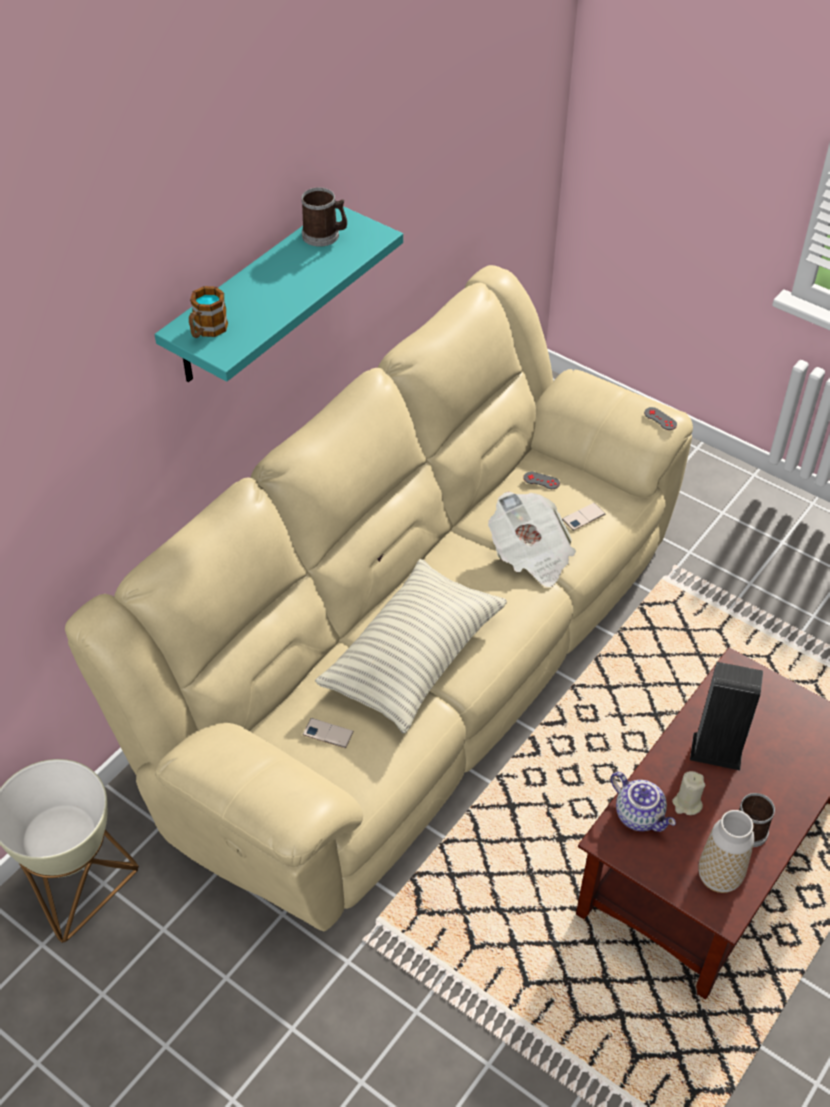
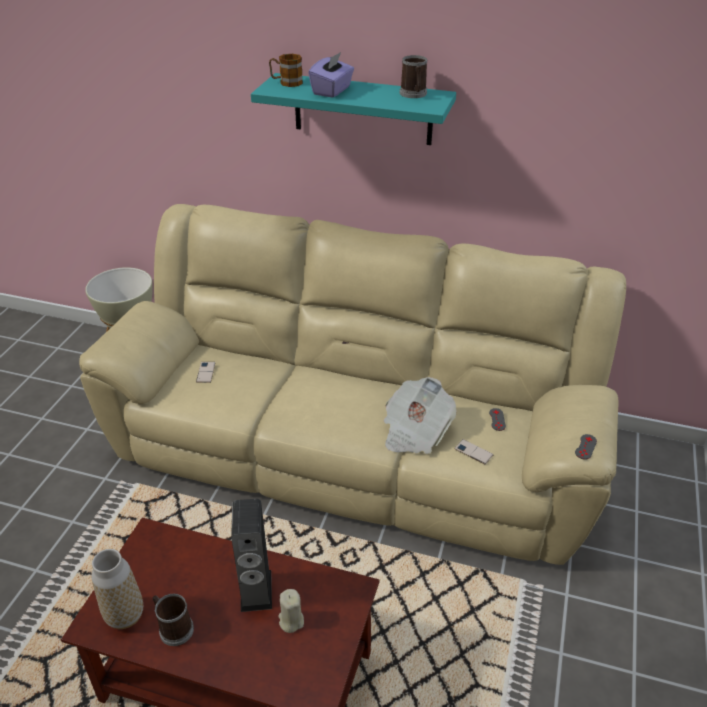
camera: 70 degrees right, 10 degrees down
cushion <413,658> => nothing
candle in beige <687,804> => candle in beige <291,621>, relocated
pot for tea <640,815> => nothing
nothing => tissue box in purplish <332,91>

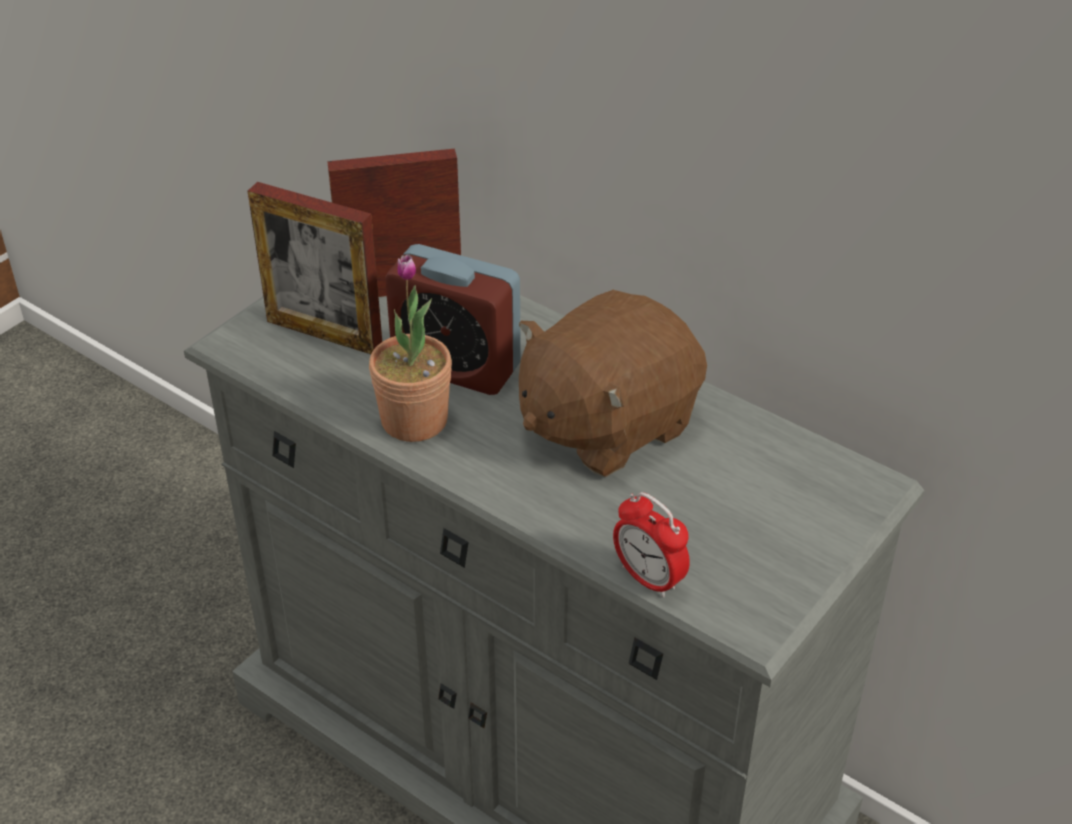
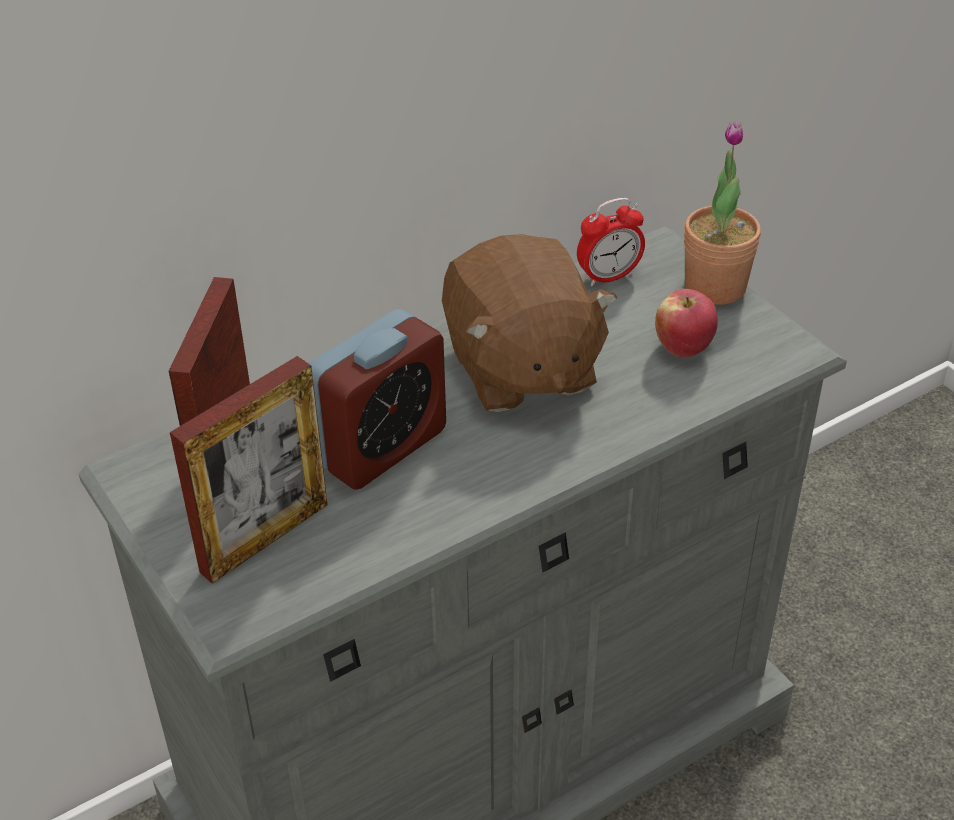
camera: 70 degrees left, 0 degrees up
potted plant <414,420> => potted plant <715,287>, relocated
bedside clock <649,578> => bedside clock <608,277>, relocated
nothing => apple <683,348>

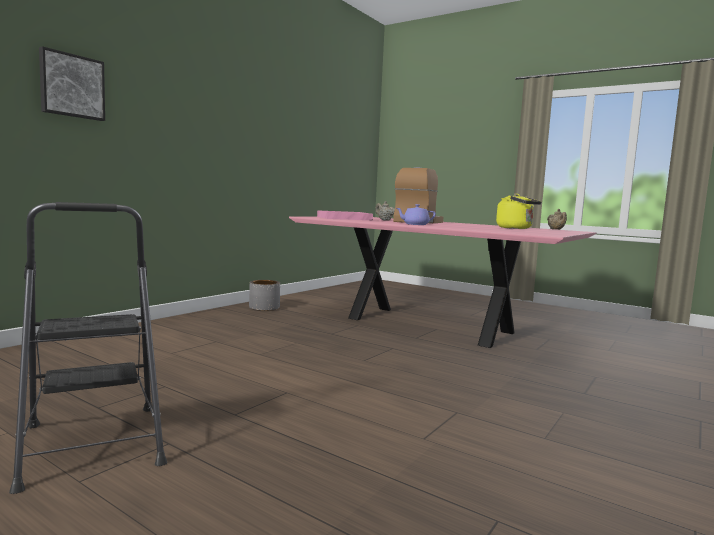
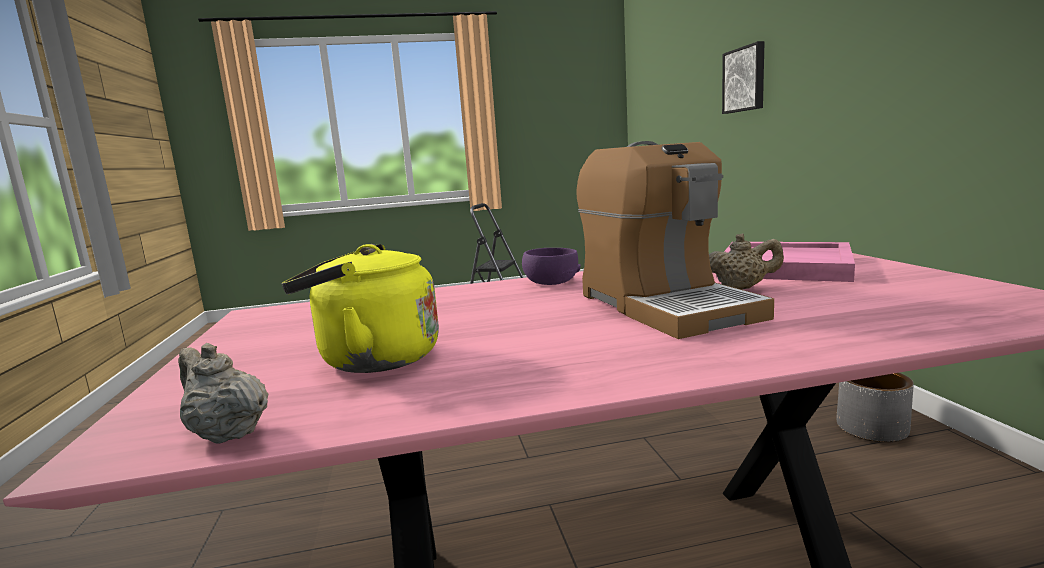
camera: 135 degrees right, 5 degrees up
pot for tea in purplish <415,224> => serving bowl in purplish <551,282>

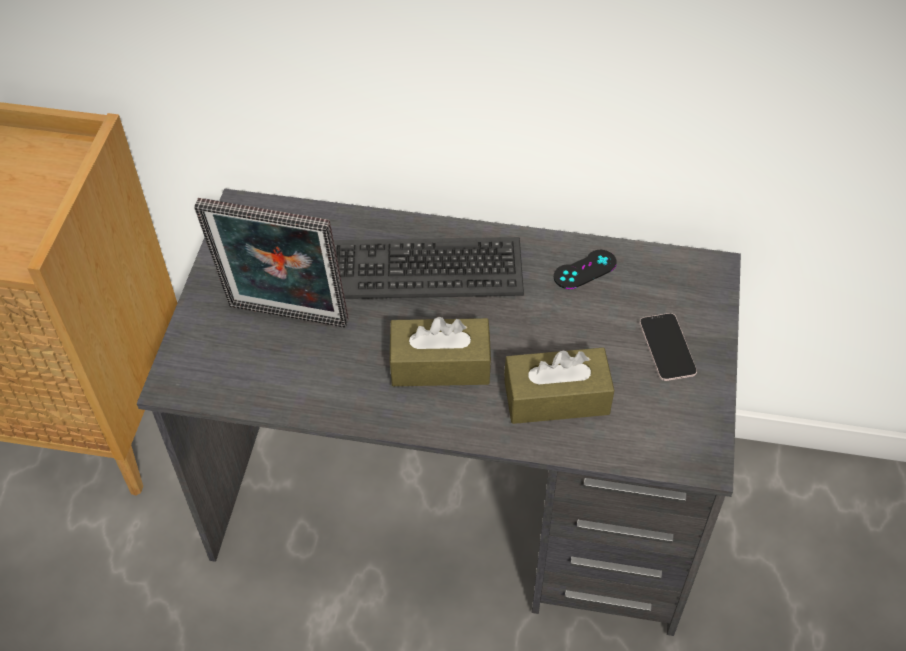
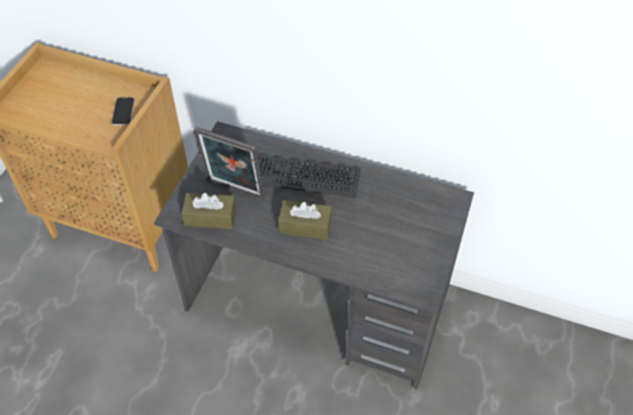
camera: 10 degrees right, 0 degrees up
gamepad in blackish <585,269> => nothing
phone <667,347> => phone <123,111>, relocated
tissue box in brown-coloured <556,397> => tissue box in brown-coloured <210,217>, relocated

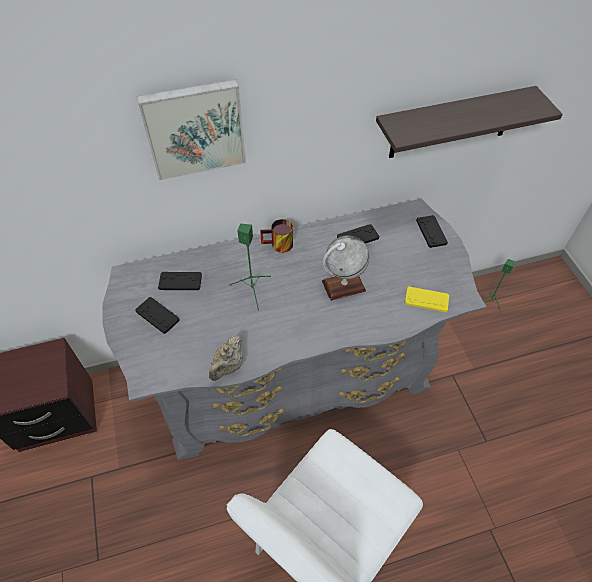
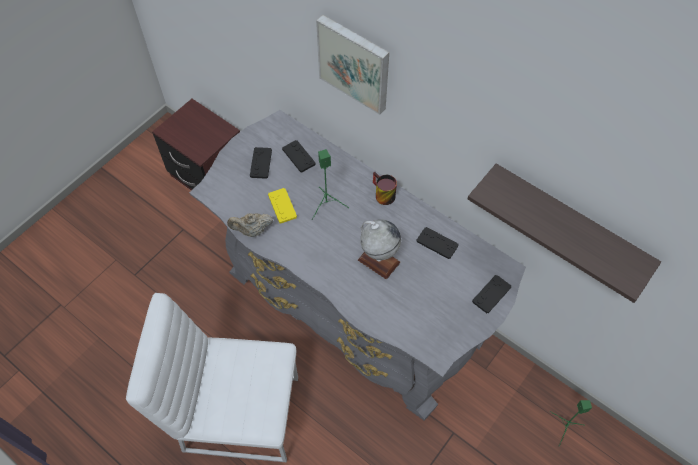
camera: 55 degrees right, 5 degrees up
gamepad in yellow <426,300> => gamepad in yellow <282,206>, relocated

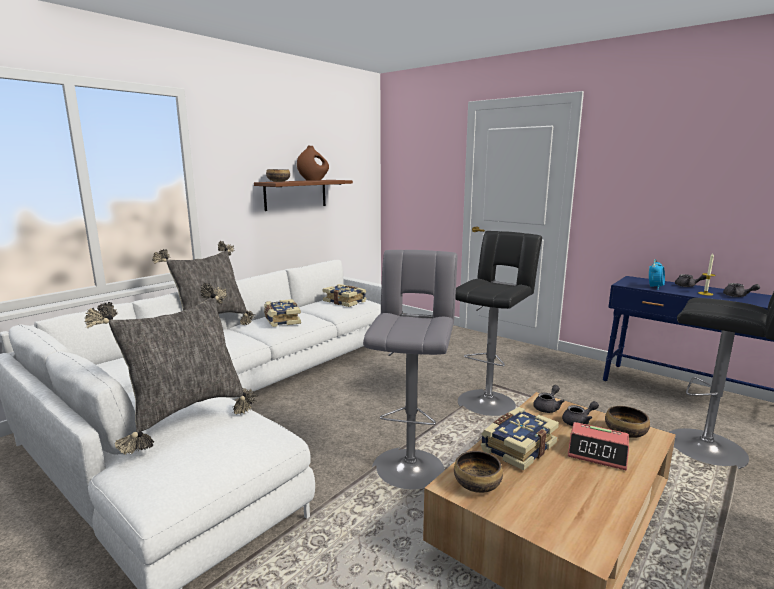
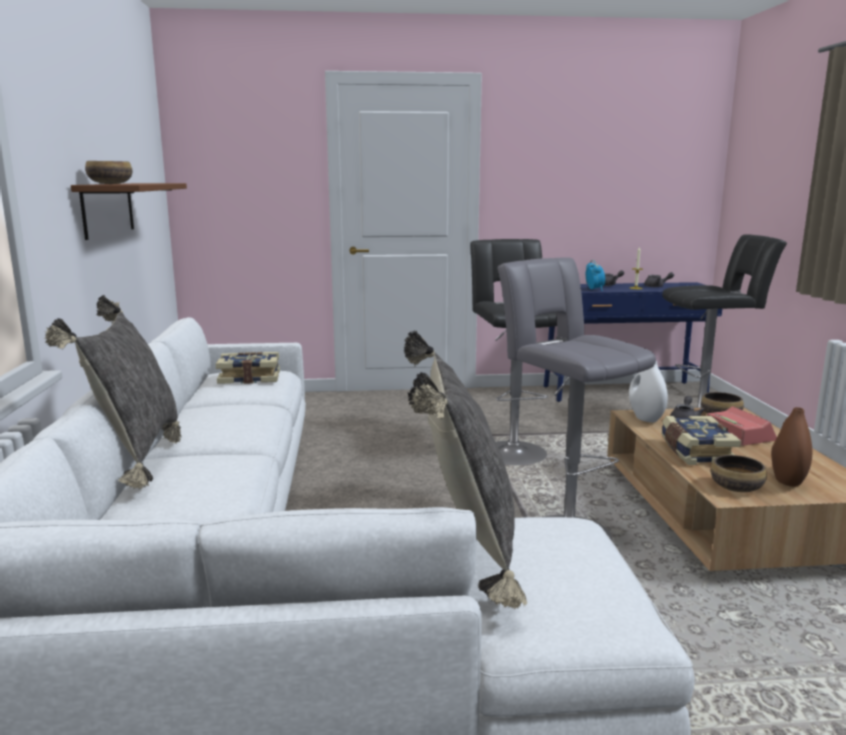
camera: 45 degrees left, 0 degrees up
decorative vase in brown-coloured <313,180> => decorative vase in brown-coloured <787,479>, relocated
bound book <281,320> => nothing
pot for tea in grey <548,407> => decorative vase in white-coloured <645,418>
bedside clock <597,453> => bedside clock <739,435>, 90 degrees counterclockwise

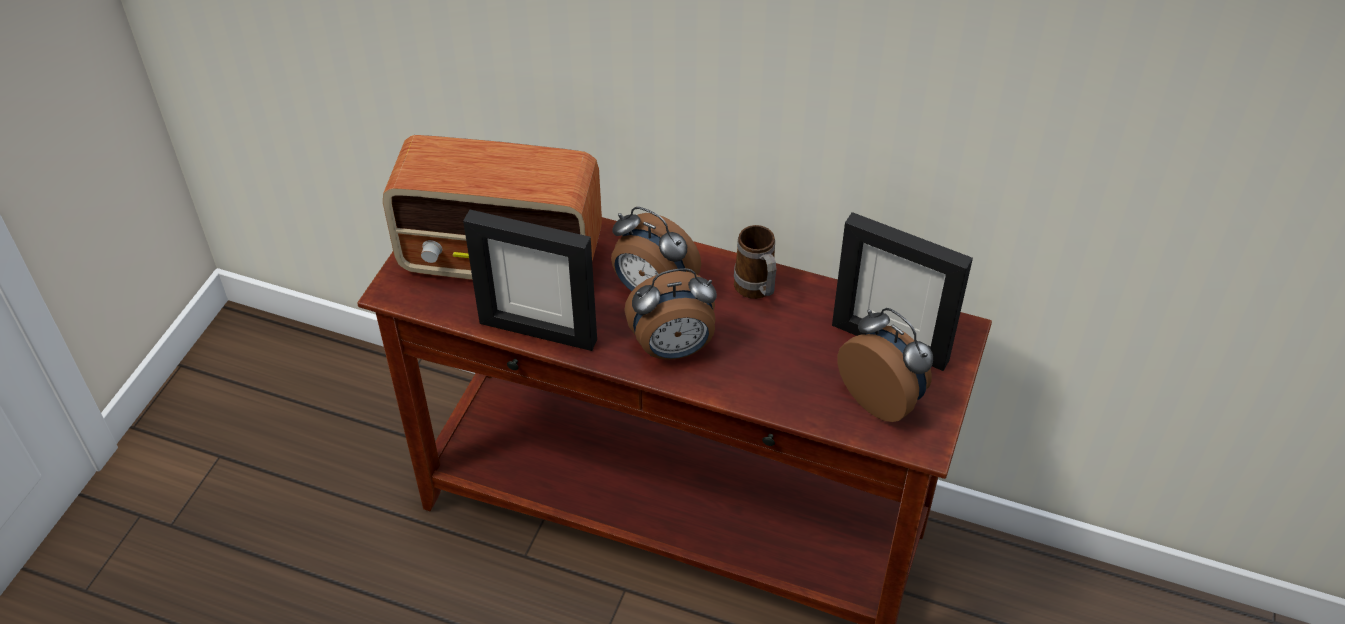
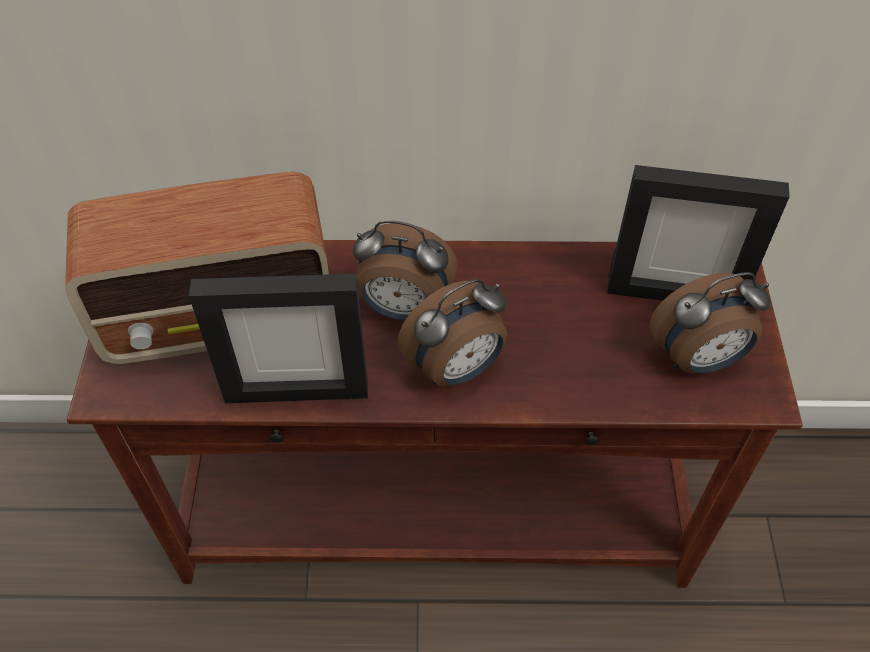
camera: 20 degrees left, 5 degrees up
mug <757,291> => nothing
bedside clock <883,398> => bedside clock <698,359>, 135 degrees clockwise

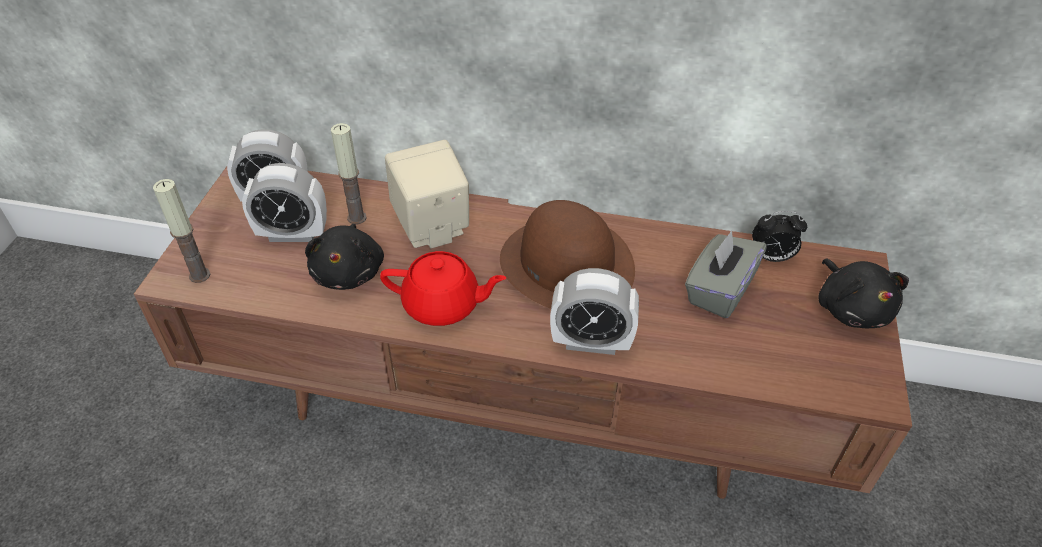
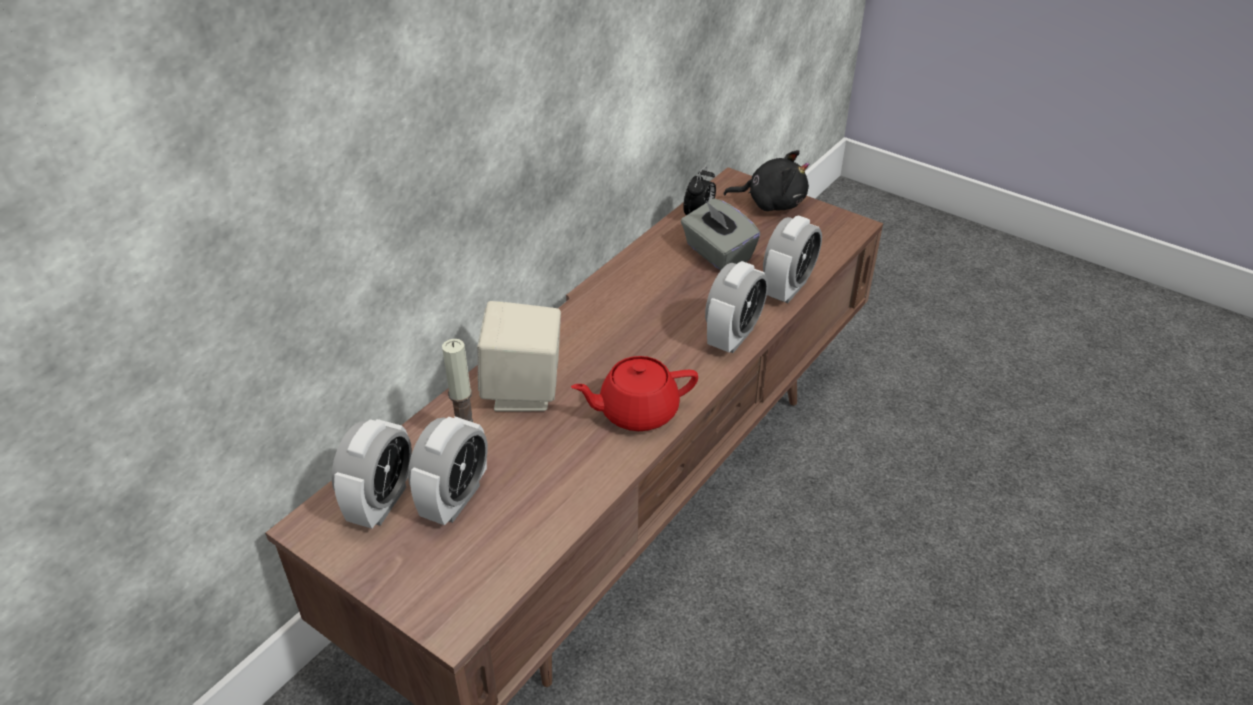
camera: 65 degrees left, 5 degrees down
candle <199,275> => nothing
hat in brown-coloured <567,264> => nothing
cuddly toy in blackish <349,272> => nothing
pot for tea in red <443,305> => pot for tea in red <636,411>, 135 degrees counterclockwise
nothing => bedside clock <787,288>

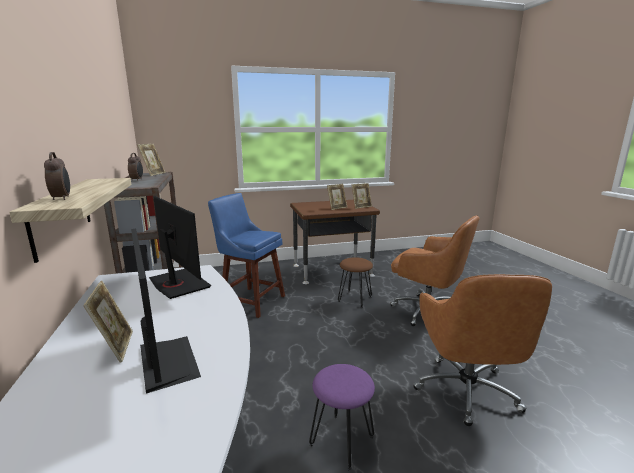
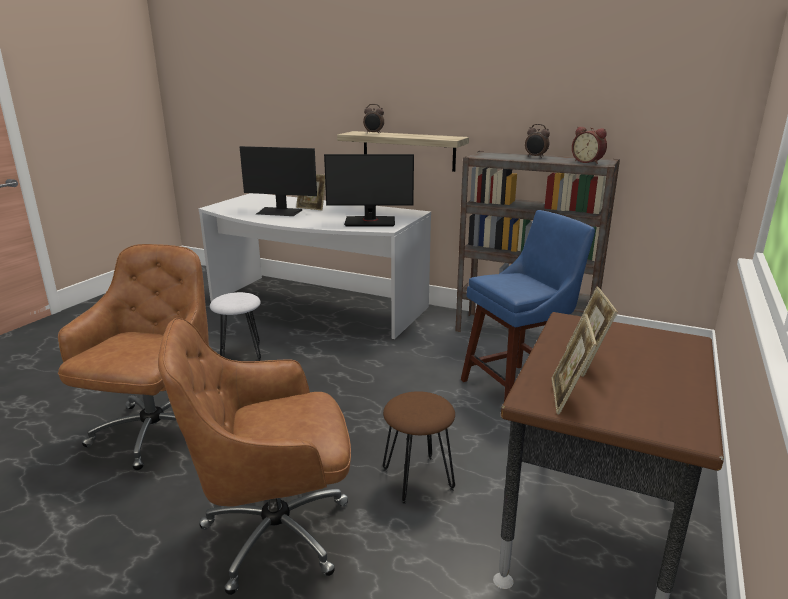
camera: 130 degrees right, 5 degrees up
picture frame <154,174> => bedside clock <588,162>
computer chair in brown-coloured <465,390> => computer chair in brown-coloured <156,431>, 60 degrees clockwise
sitting stool in purplish <342,441> => sitting stool in white-coloured <240,354>

